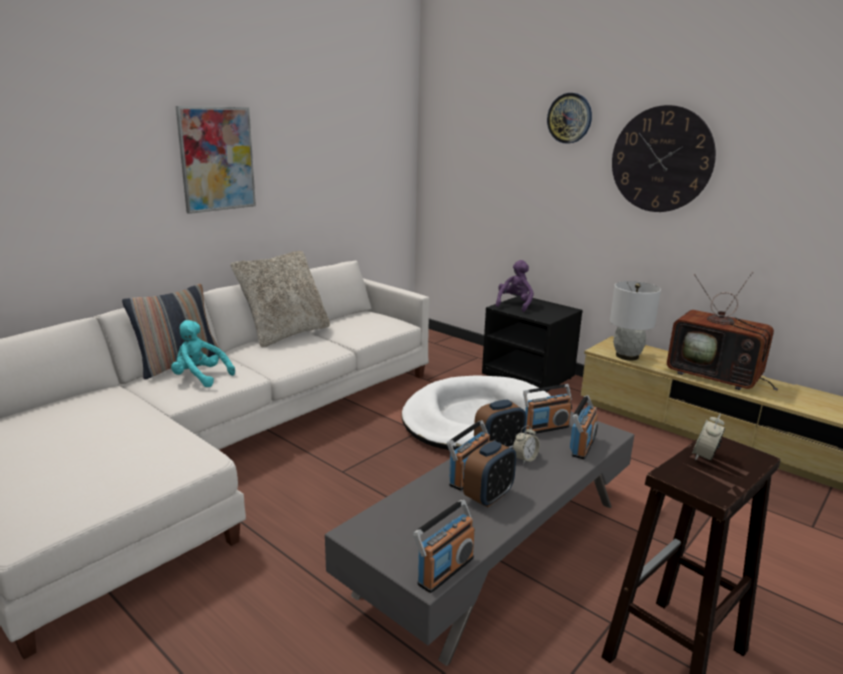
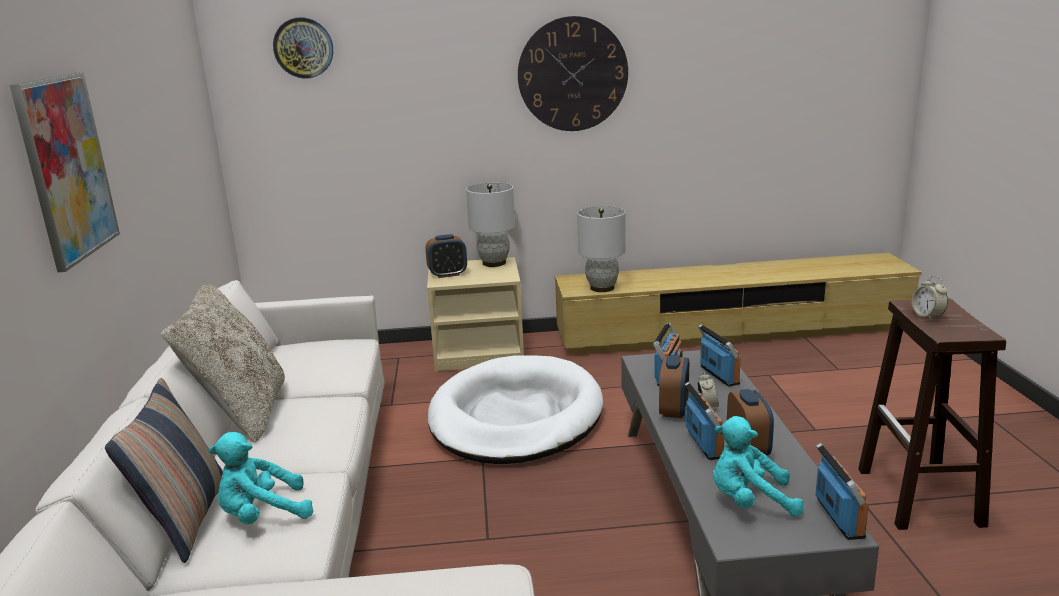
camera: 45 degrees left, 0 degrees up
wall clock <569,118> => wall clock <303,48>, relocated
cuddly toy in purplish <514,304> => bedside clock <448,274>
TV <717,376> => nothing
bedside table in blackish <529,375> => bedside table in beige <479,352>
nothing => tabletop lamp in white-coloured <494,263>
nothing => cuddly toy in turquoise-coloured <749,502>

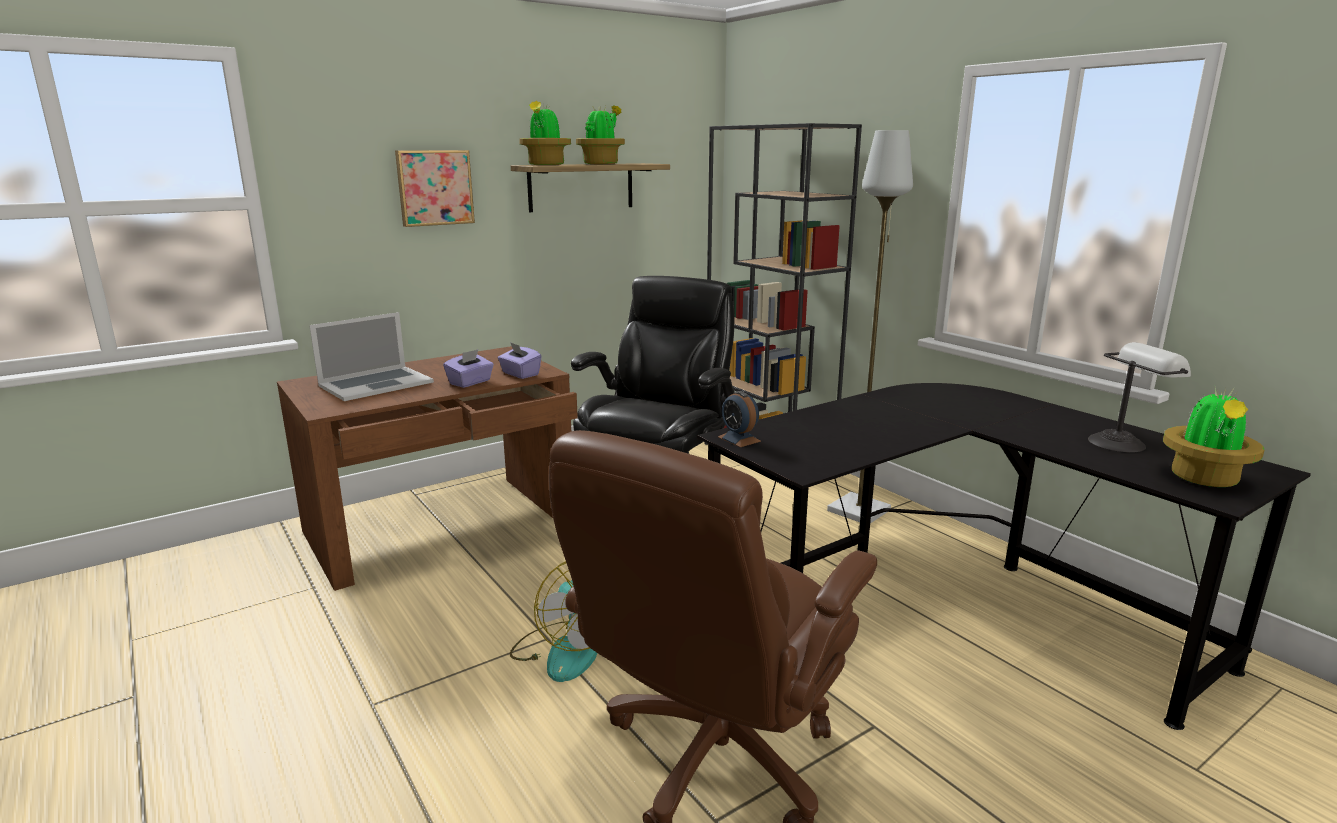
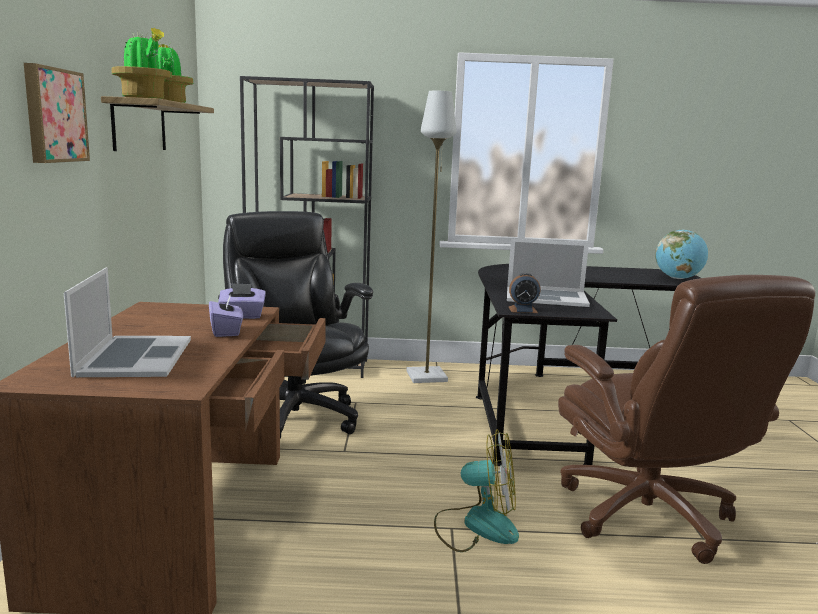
camera: 55 degrees left, 5 degrees down
tabletop lamp <1124,441> => nothing
potted plant <1204,479> => desk globe <678,278>
nothing => notebook computer <546,297>

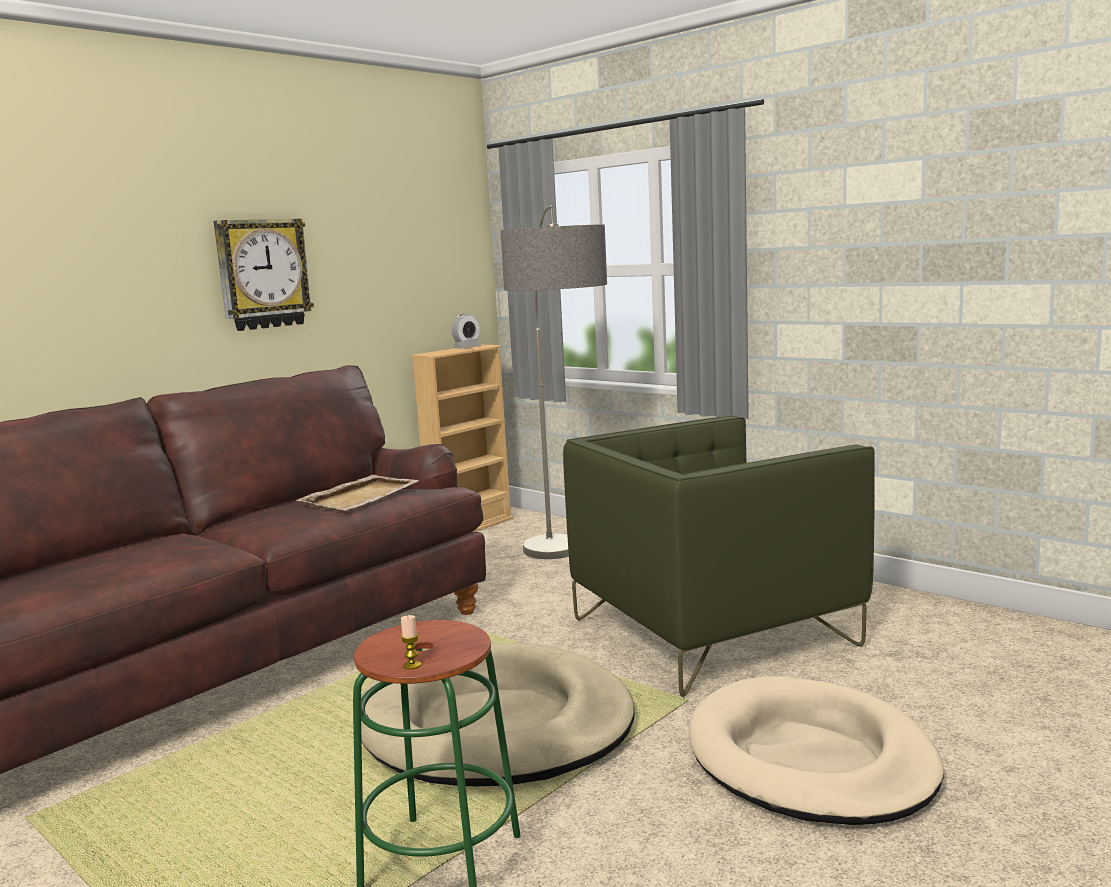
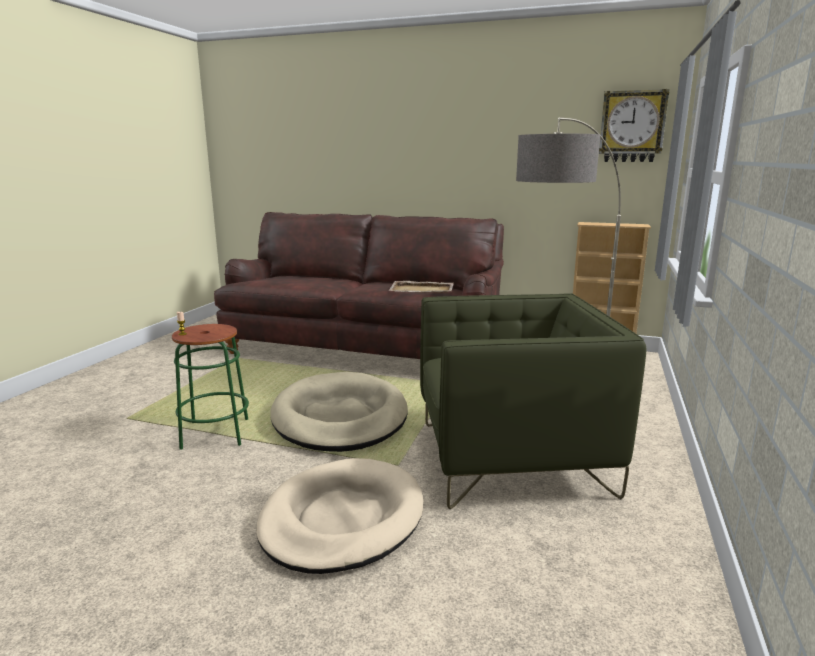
camera: 65 degrees right, 5 degrees up
wall clock <263,274> => wall clock <632,126>, relocated
bedside clock <467,348> => nothing
armchair in green-coloured <714,632> => armchair in green-coloured <511,459>, 135 degrees clockwise

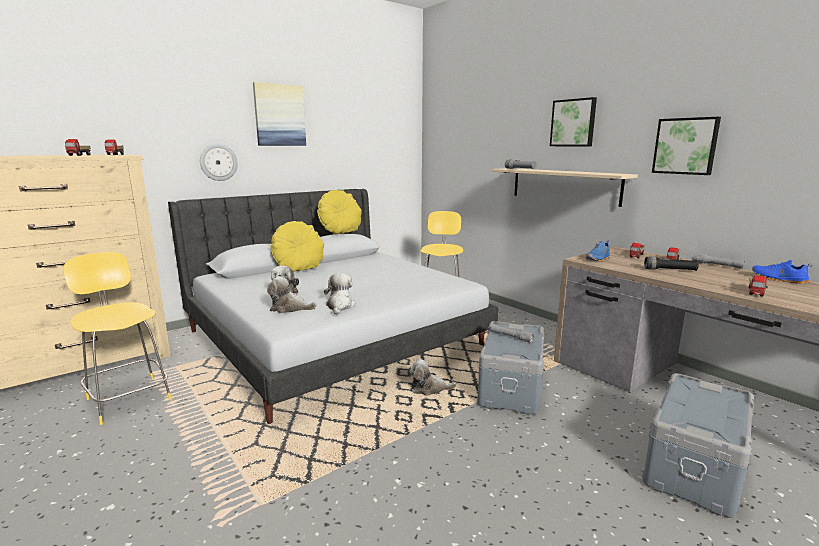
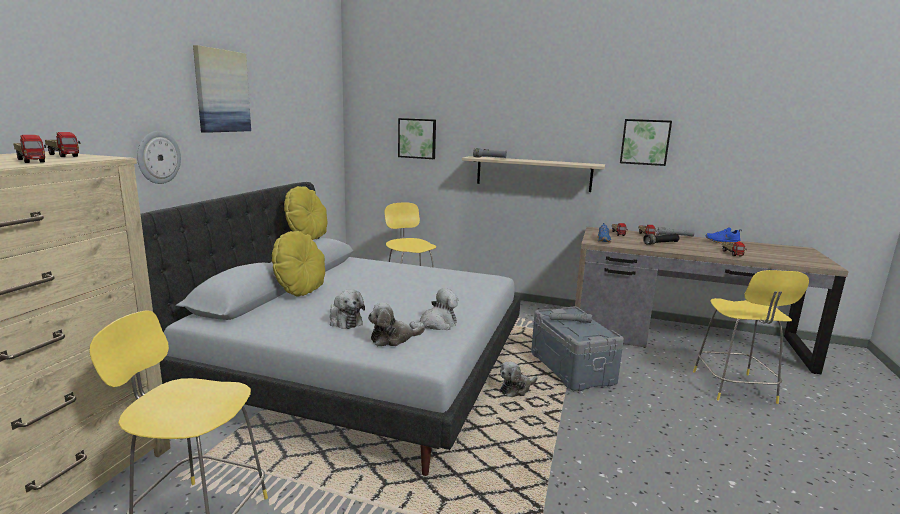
camera: 35 degrees left, 0 degrees up
picture <573,123> => picture <417,138>, relocated
cuddly toy <340,306> => cuddly toy <436,324>, 90 degrees clockwise
storage bin in grey <692,466> => sitting stool in yellow <734,388>

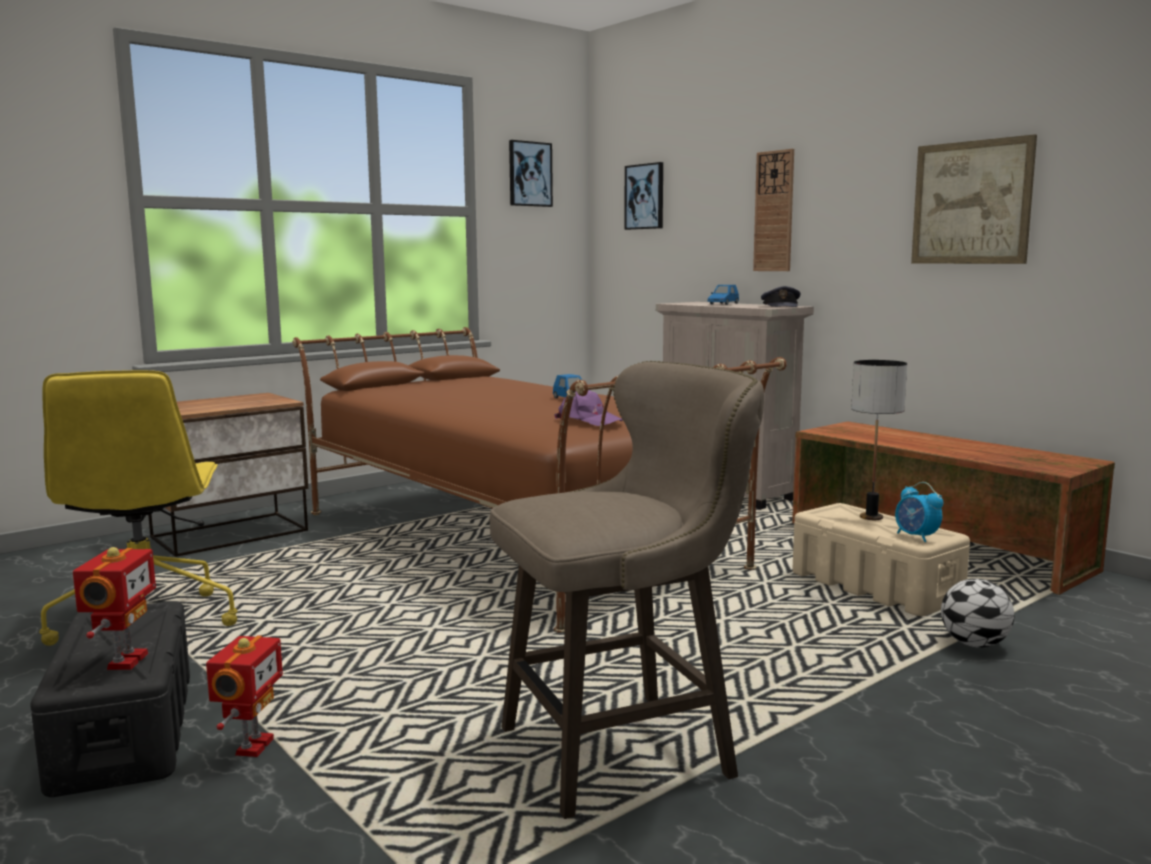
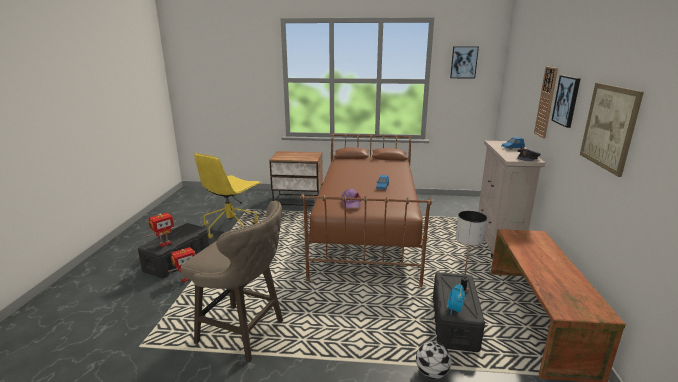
camera: 45 degrees right, 10 degrees up
picture <645,196> => picture <567,100>, relocated
storage bin in beige <876,587> => storage bin in blackish <454,323>

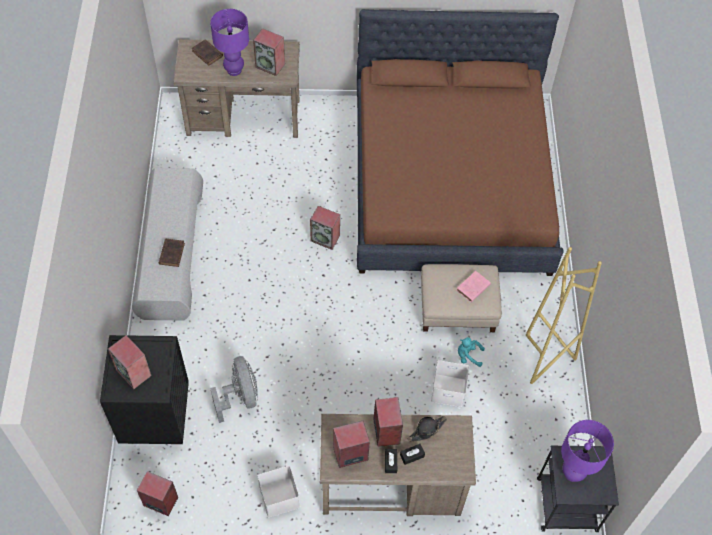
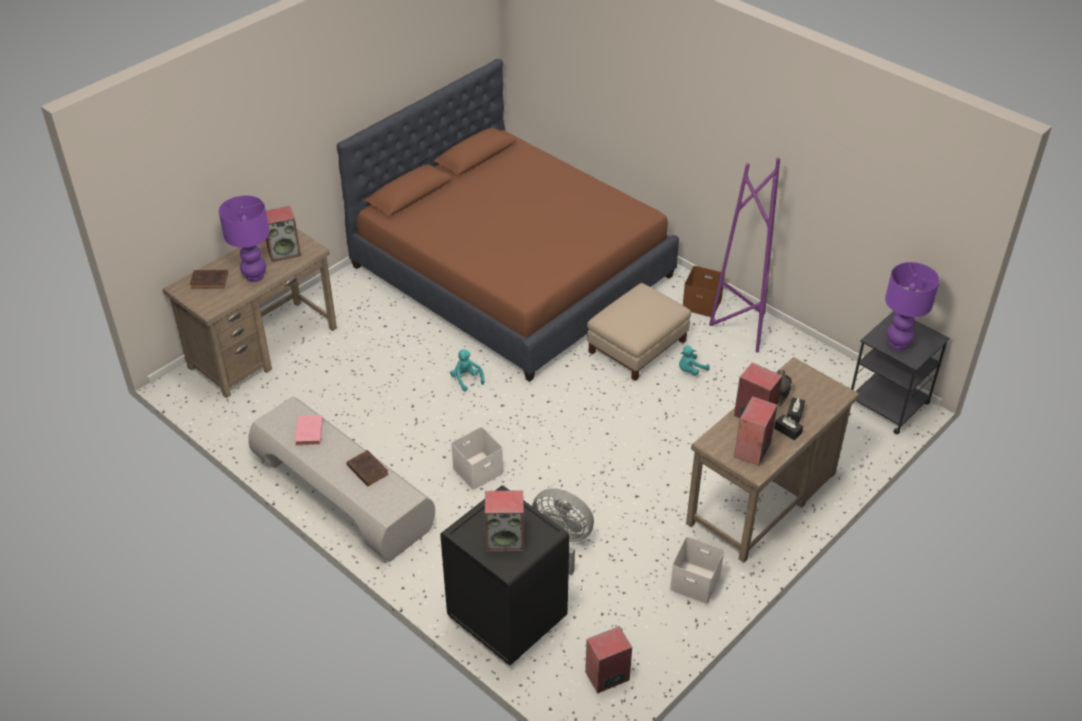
camera: 45 degrees left, 15 degrees down
audio speaker <325,238> => cuddly toy in turquoise-coloured <466,379>
garment rack in yellow <544,359> => garment rack in purplish <744,330>
bound book in pinkish <472,288> => bound book in pinkish <309,433>, relocated
storage bin in white-coloured <447,391> => storage bin in white-coloured <477,471>, relocated
nothing => storage bin in brown-coloured <703,303>

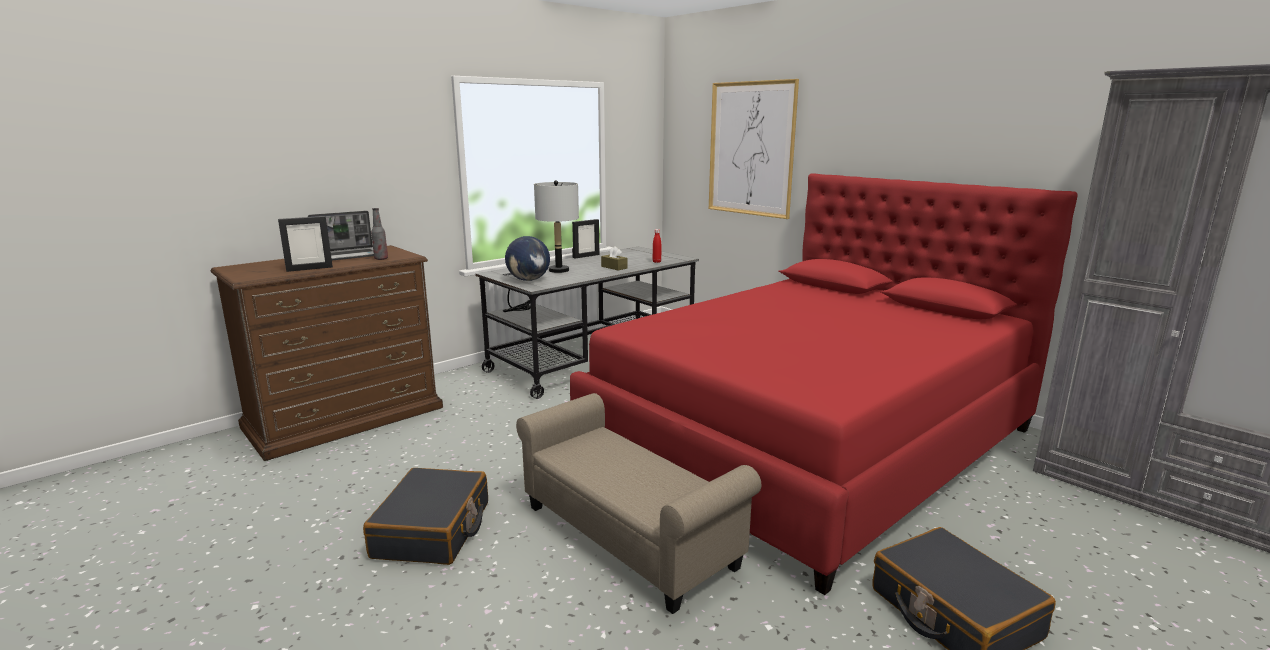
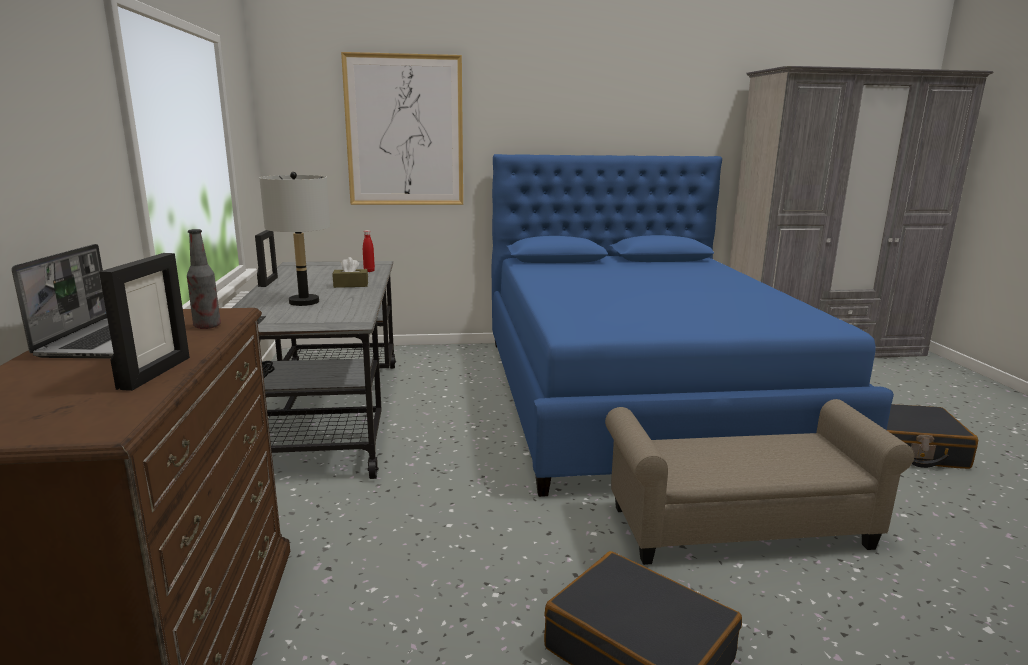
camera: 55 degrees left, 0 degrees up
bedroom bed in red <809,439> => bedroom bed in blue-coloured <640,397>
desk globe <528,280> => nothing

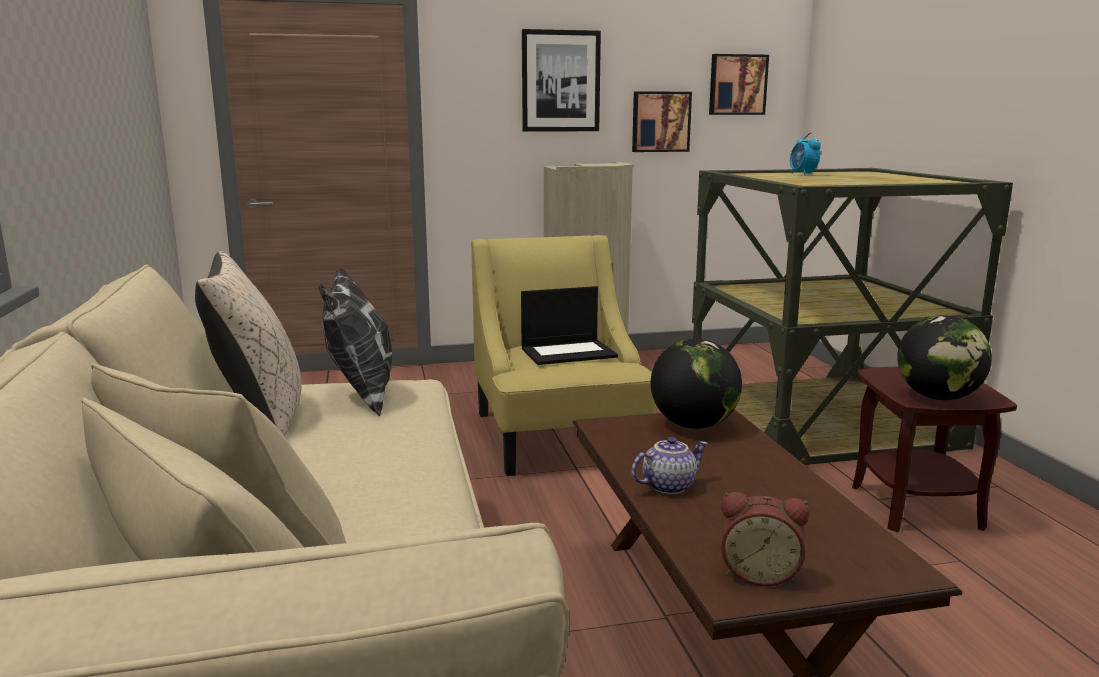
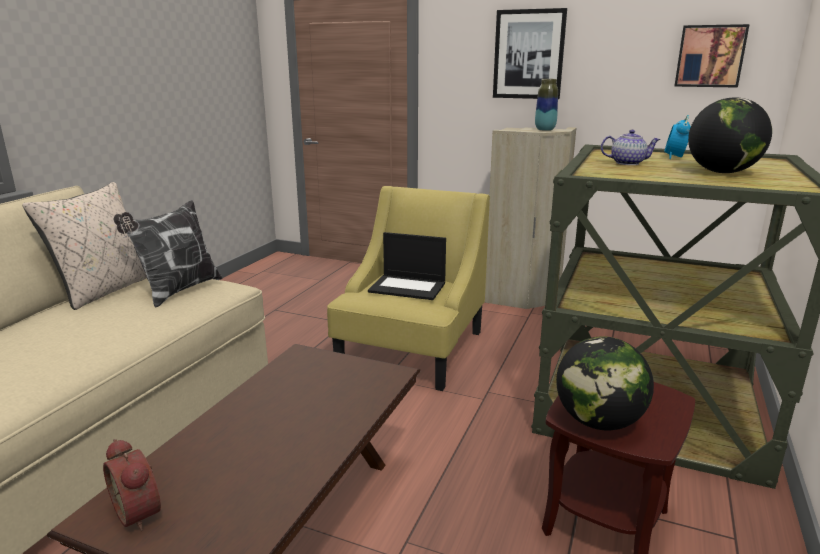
camera: 35 degrees right, 5 degrees up
picture <660,121> => nothing
desk globe <693,425> => desk globe <722,172>, relocated
pot for tea <668,486> => pot for tea <627,163>, relocated
nothing => decorative vase <545,130>

